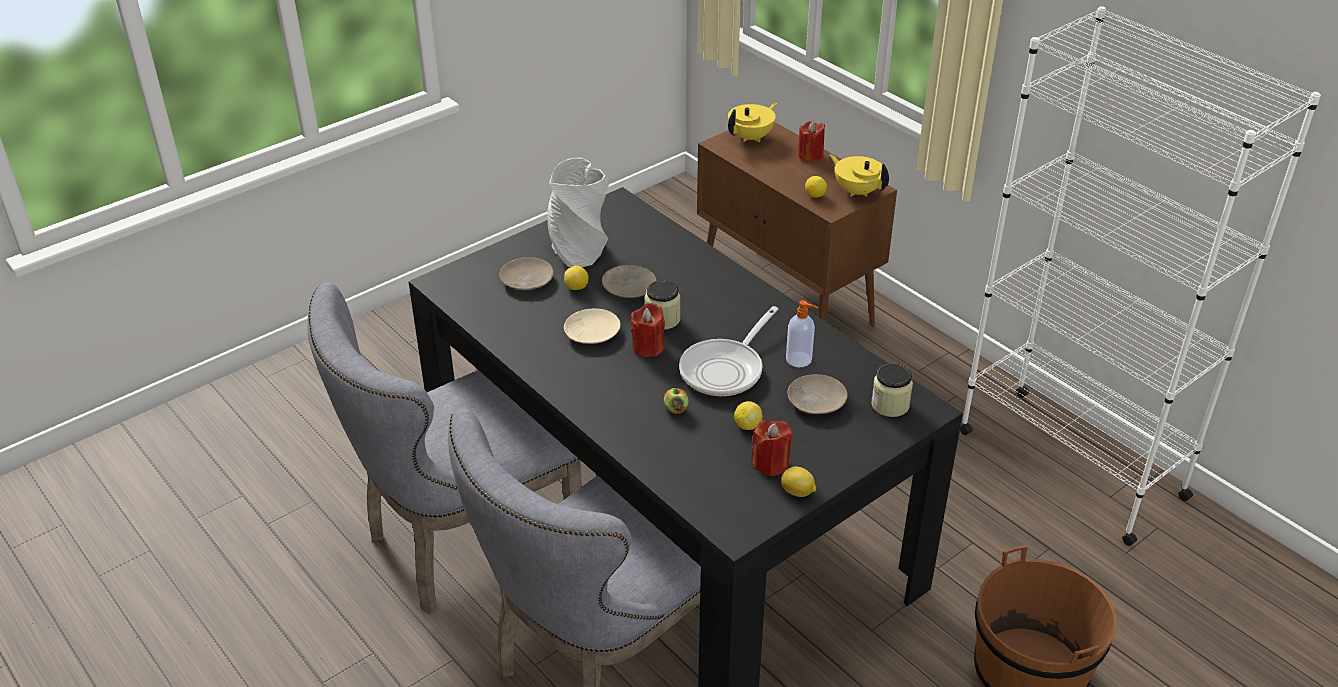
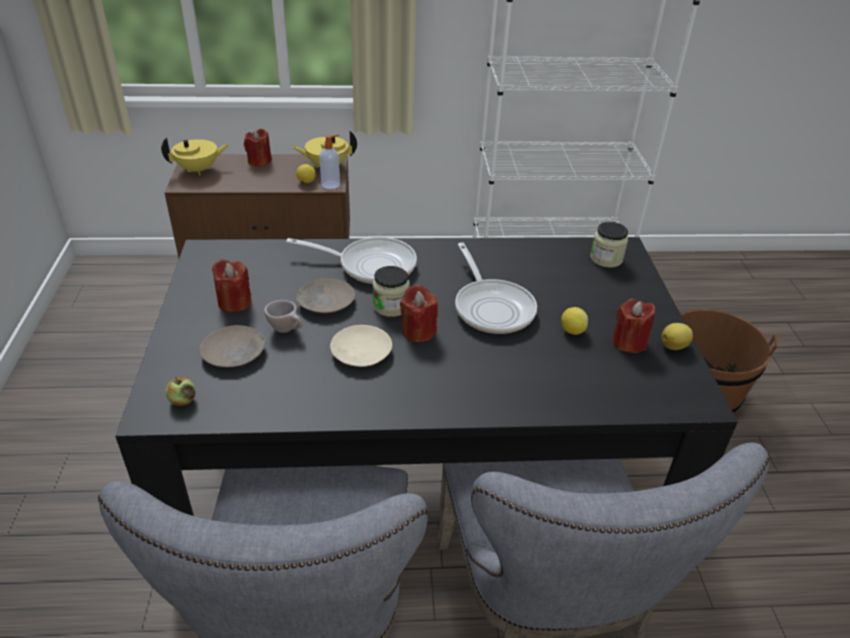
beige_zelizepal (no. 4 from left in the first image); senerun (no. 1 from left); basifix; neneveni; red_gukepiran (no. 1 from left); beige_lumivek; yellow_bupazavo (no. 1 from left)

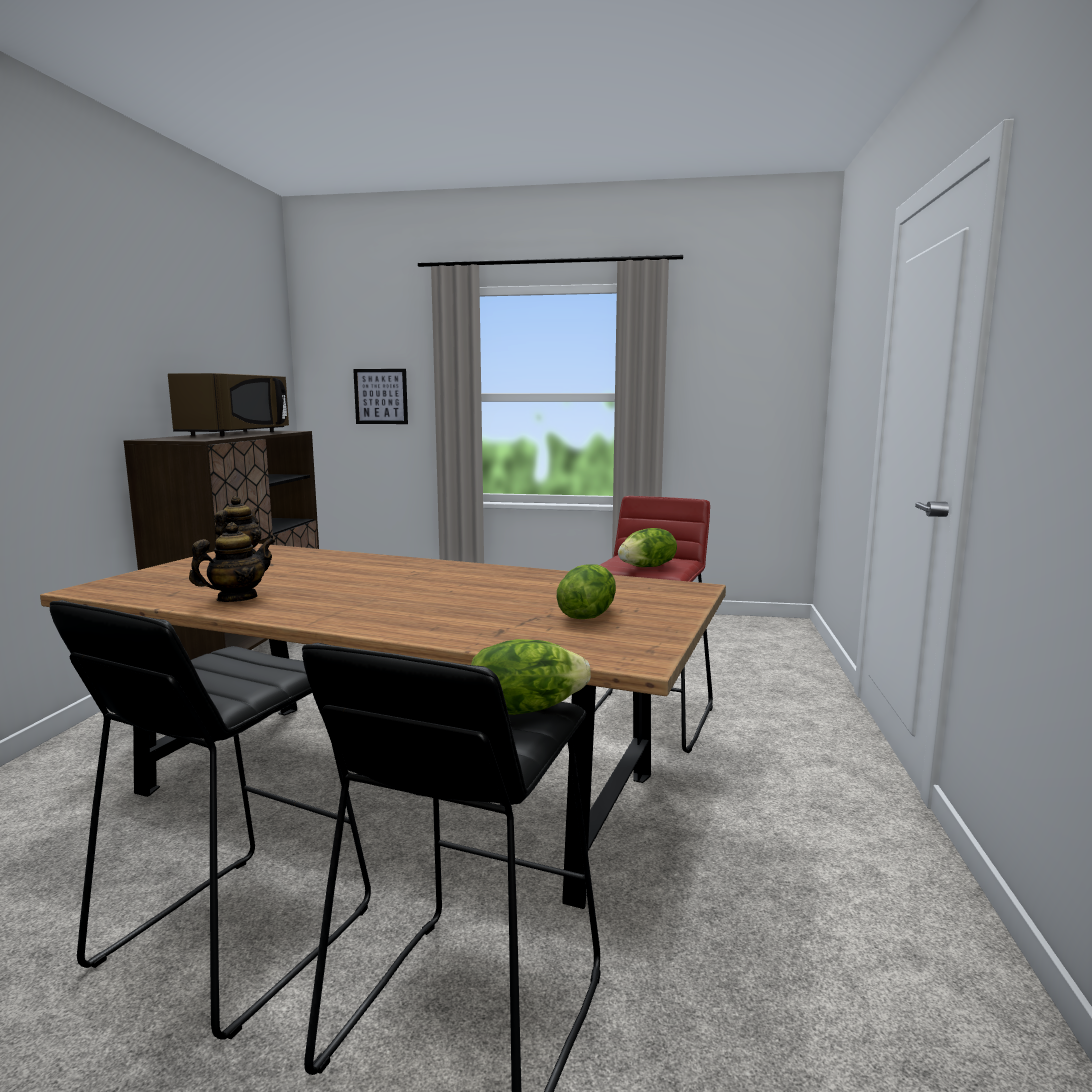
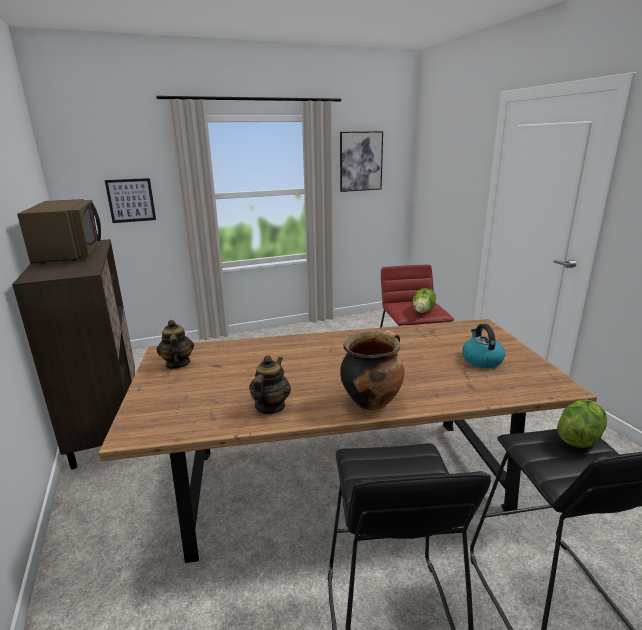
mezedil (no. 2 from left); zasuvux; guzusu

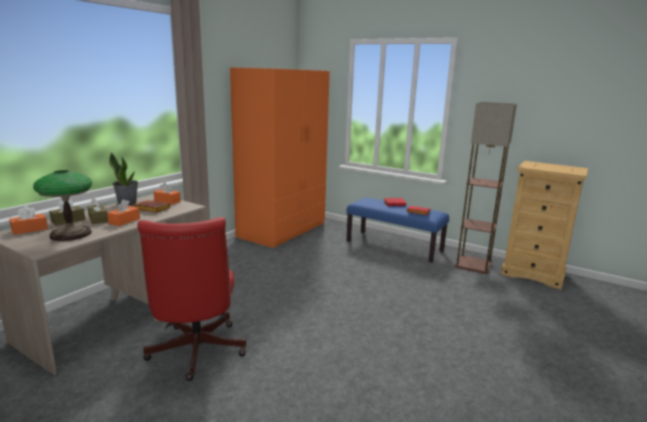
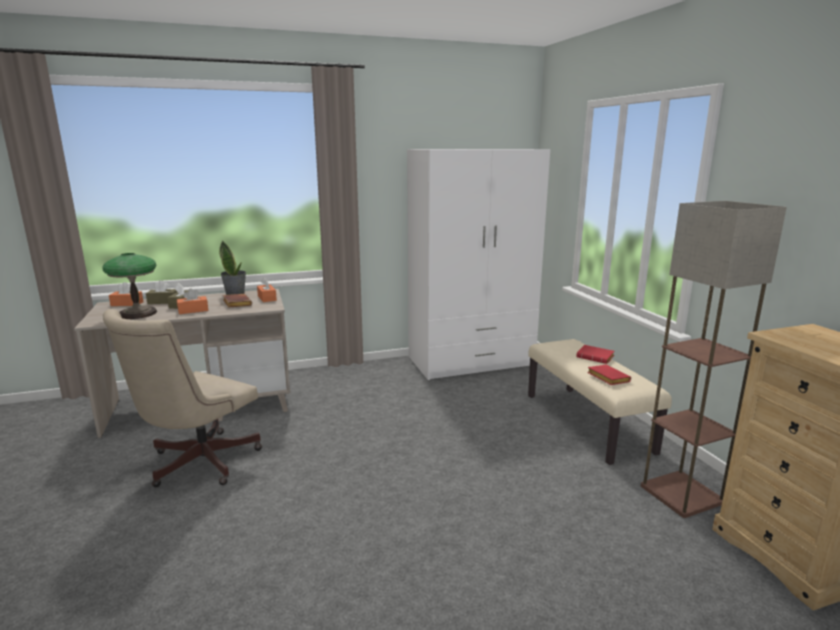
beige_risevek; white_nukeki; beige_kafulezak

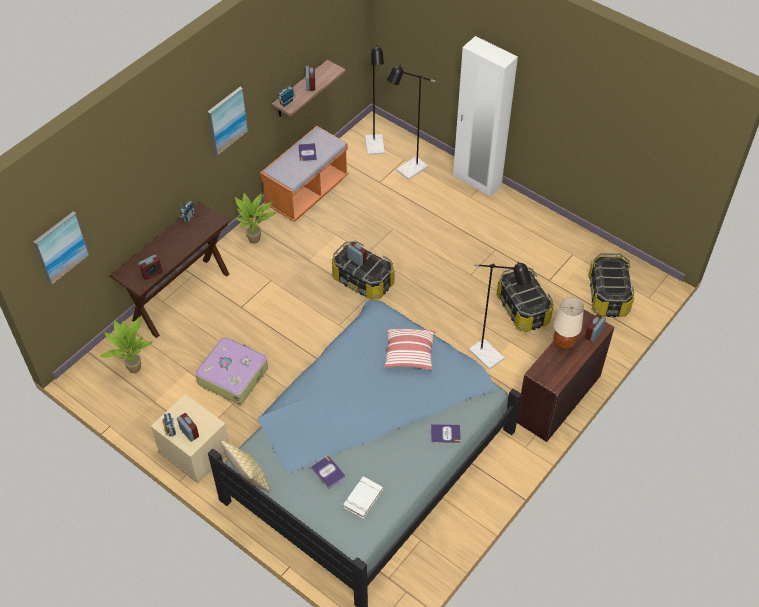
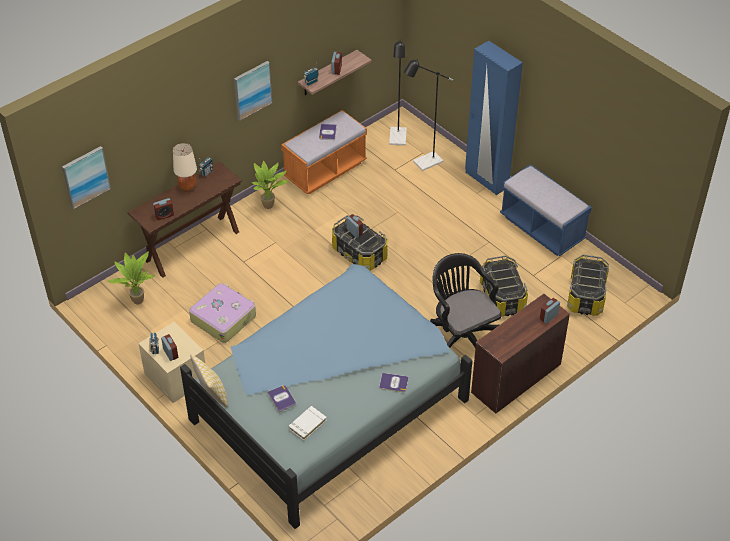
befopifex (no. 2 from left in the first image); blue_kafulezak; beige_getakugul; black_risevek; blue_nukeki

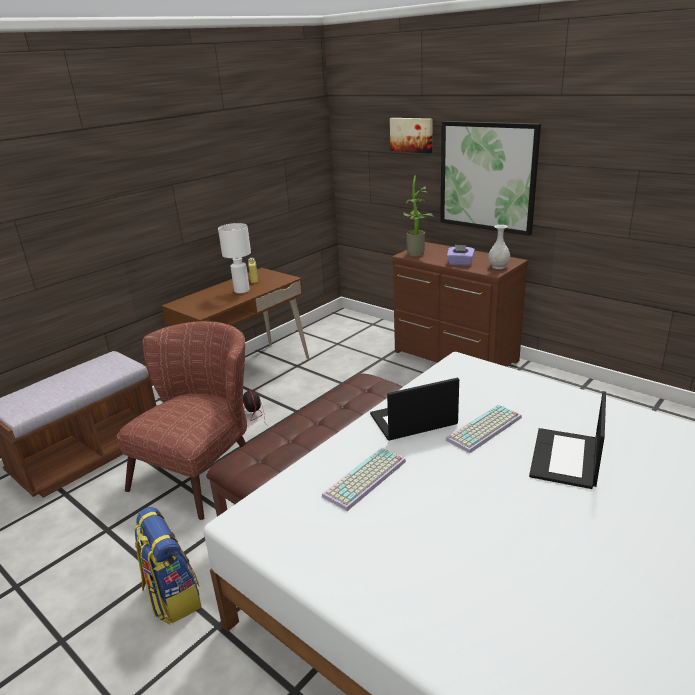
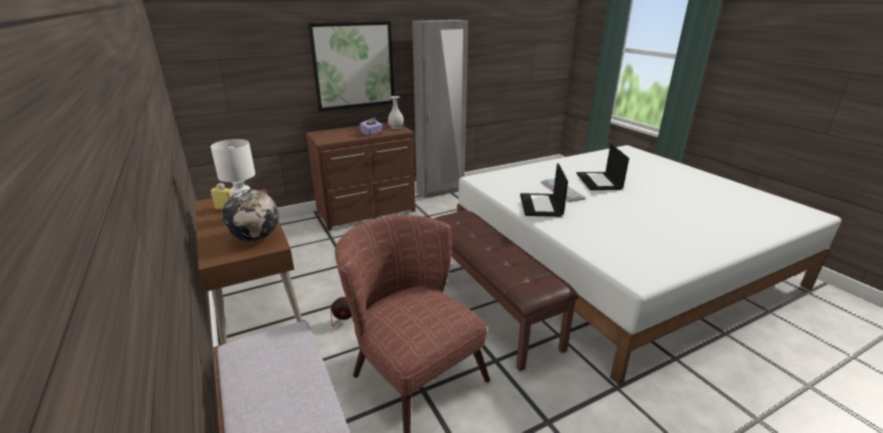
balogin; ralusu (no. 1 from left in the first image); mezedil (no. 1 from left in the first image); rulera; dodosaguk; grey_nukeki; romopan (no. 2 from left)

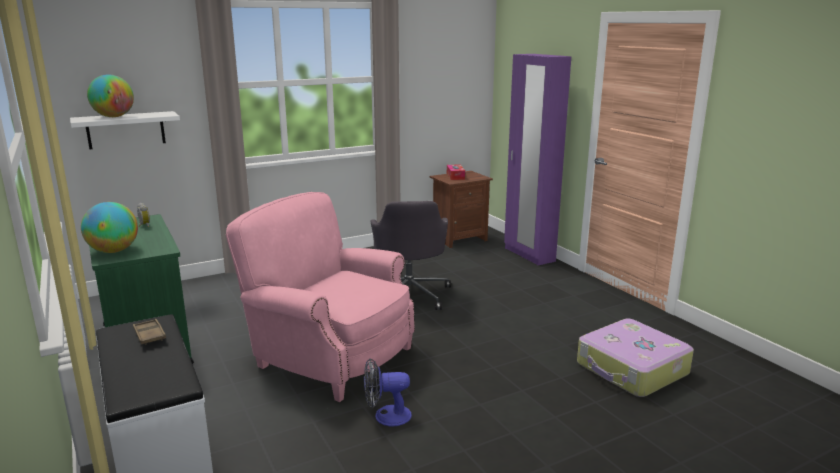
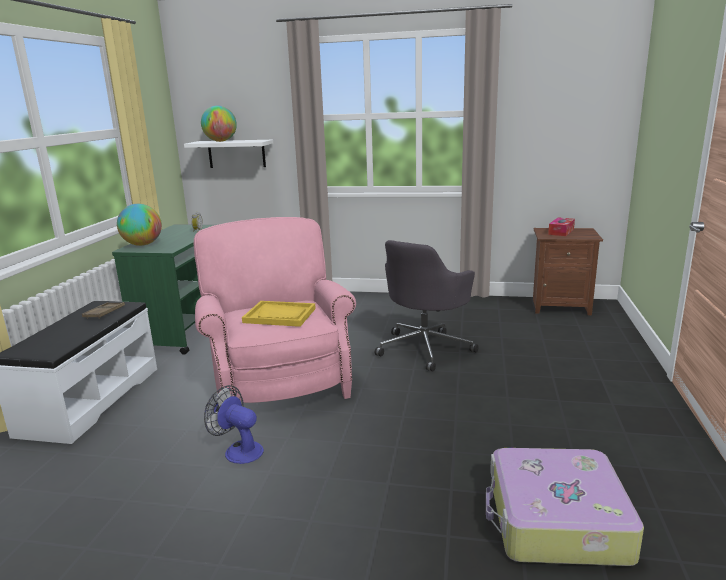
purple_nukeki; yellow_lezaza

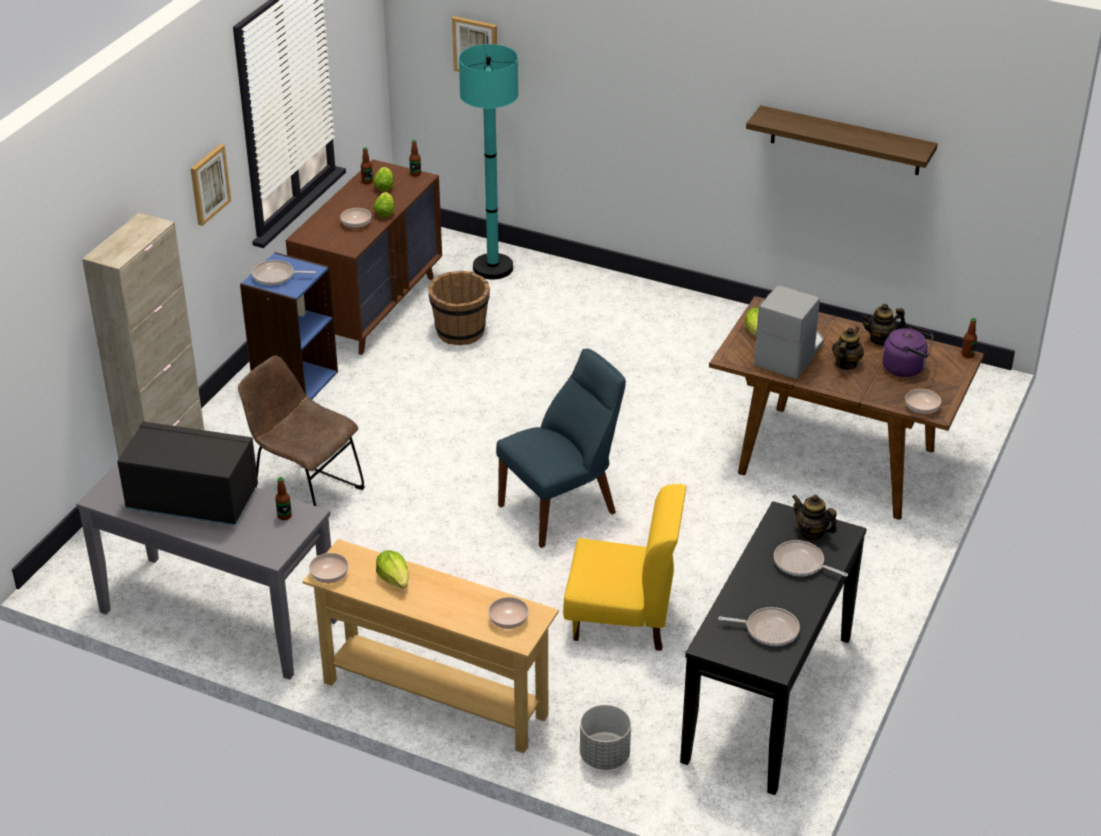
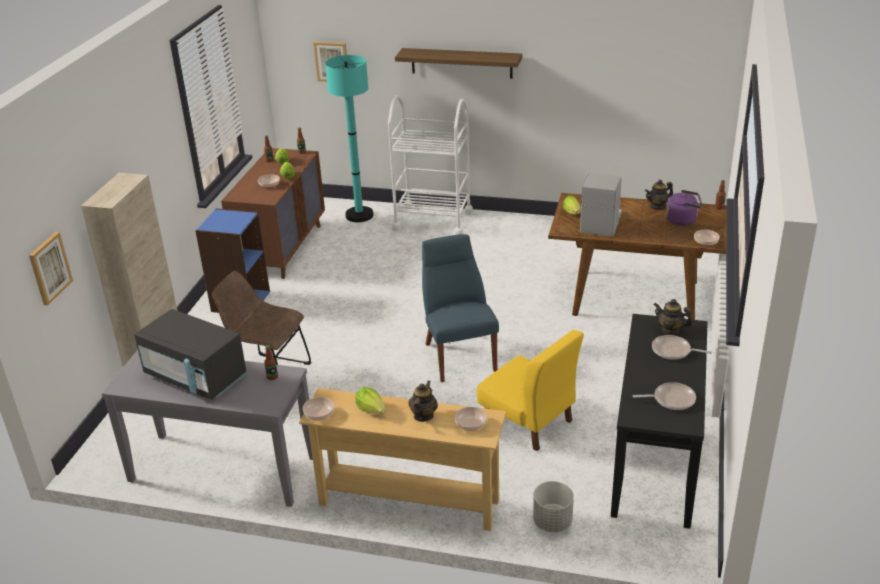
senerun (no. 1 from left in the first image); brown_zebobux; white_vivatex; mezedil (no. 1 from left); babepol; bupazavo (no. 1 from left); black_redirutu; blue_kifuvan; yellow_kifuvan

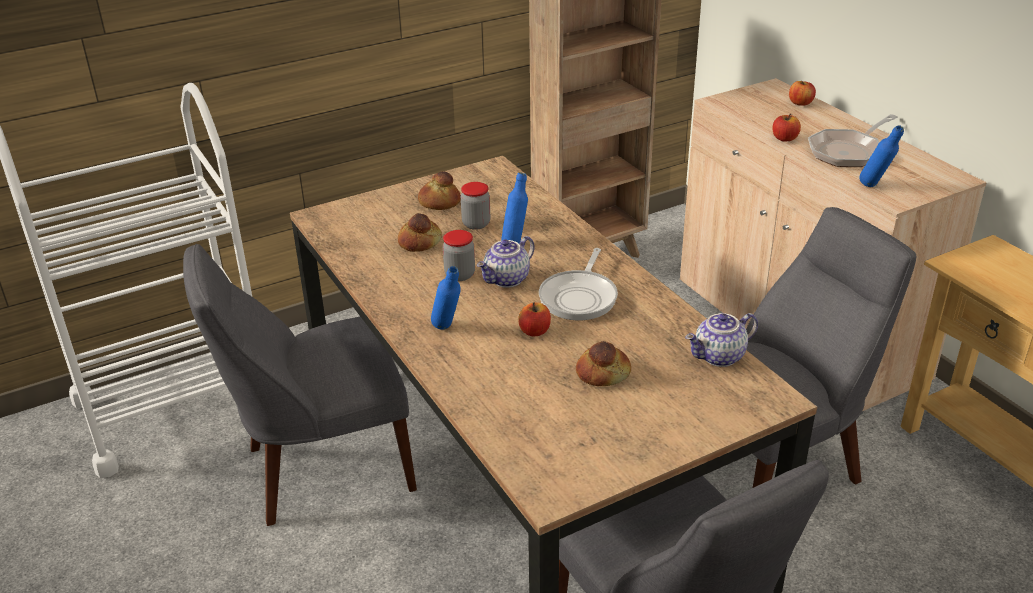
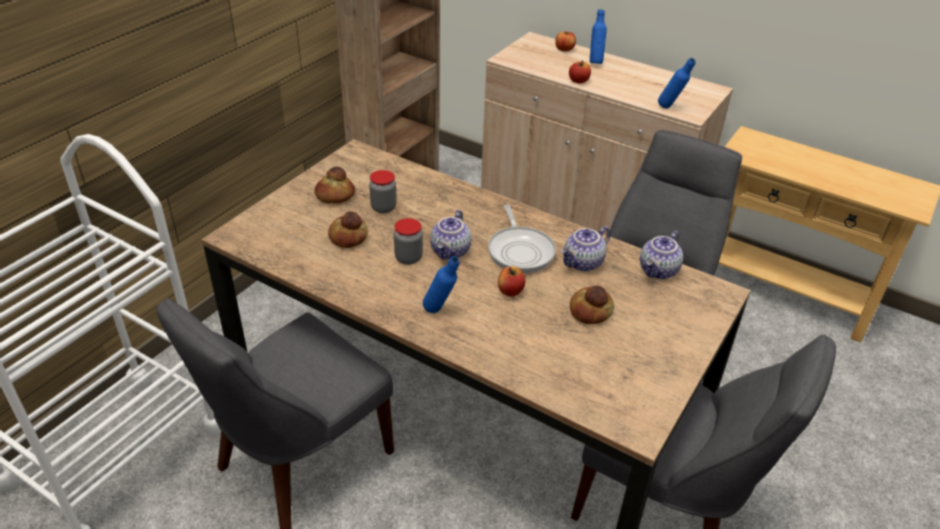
senerun (no. 2 from left in the first image); bupazavo (no. 2 from left); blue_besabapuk (no. 2 from left)

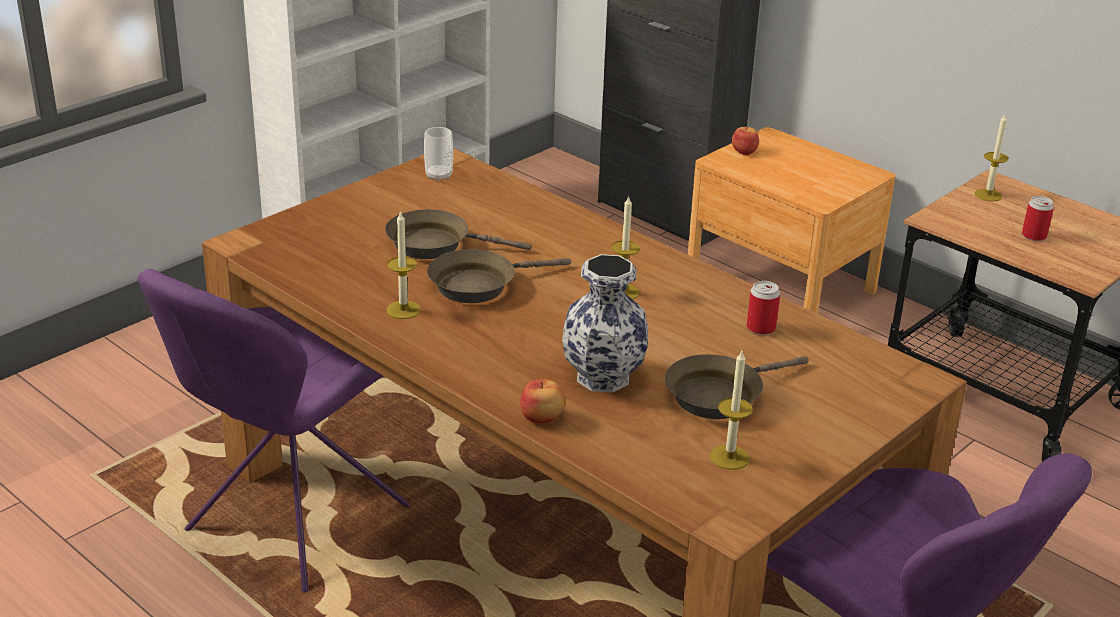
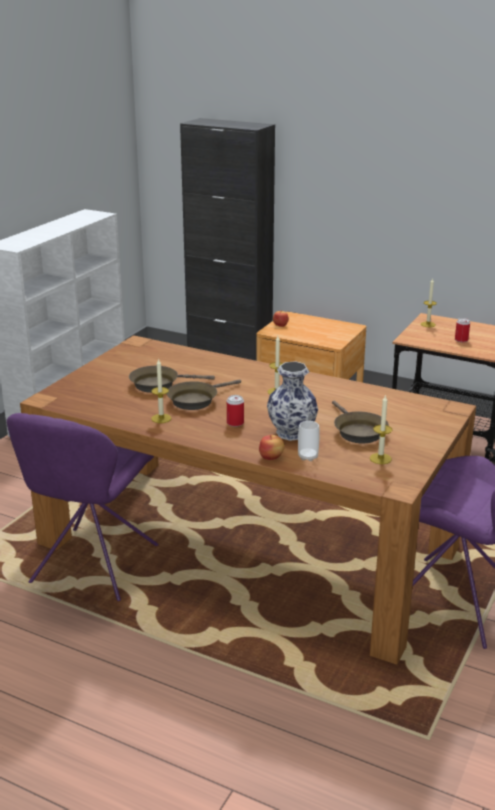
lumivek; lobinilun (no. 1 from left); brown_senerun (no. 3 from left)

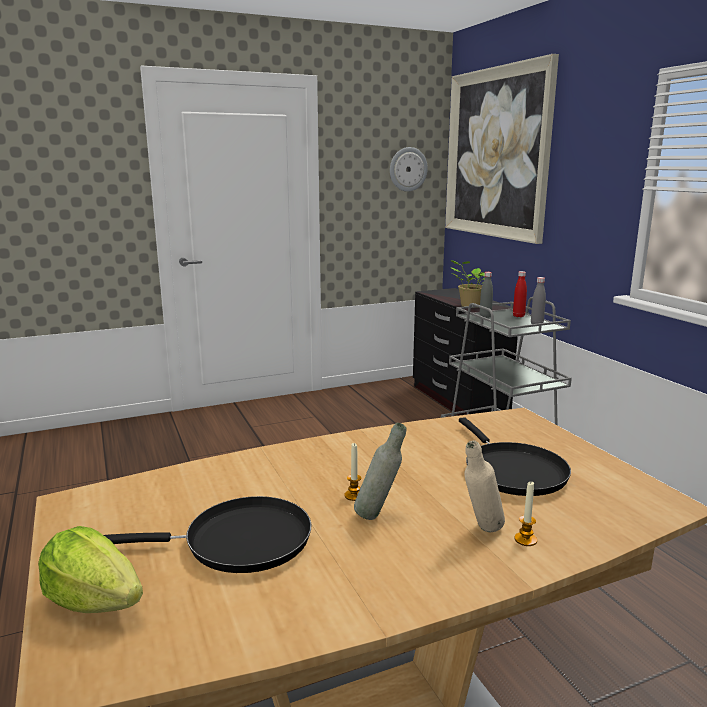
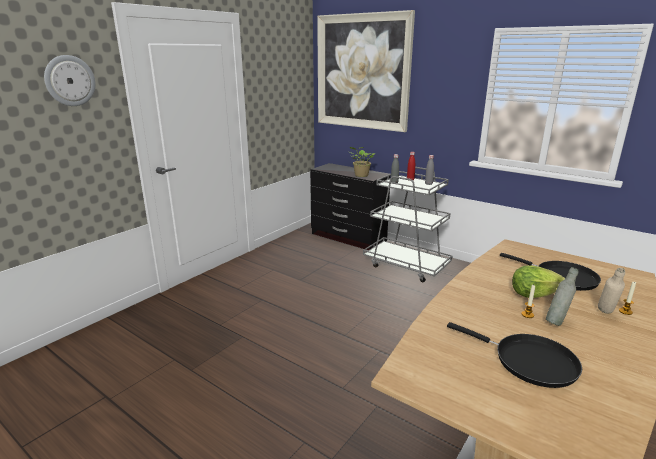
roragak; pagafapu; black_senerun (no. 1 from left)

